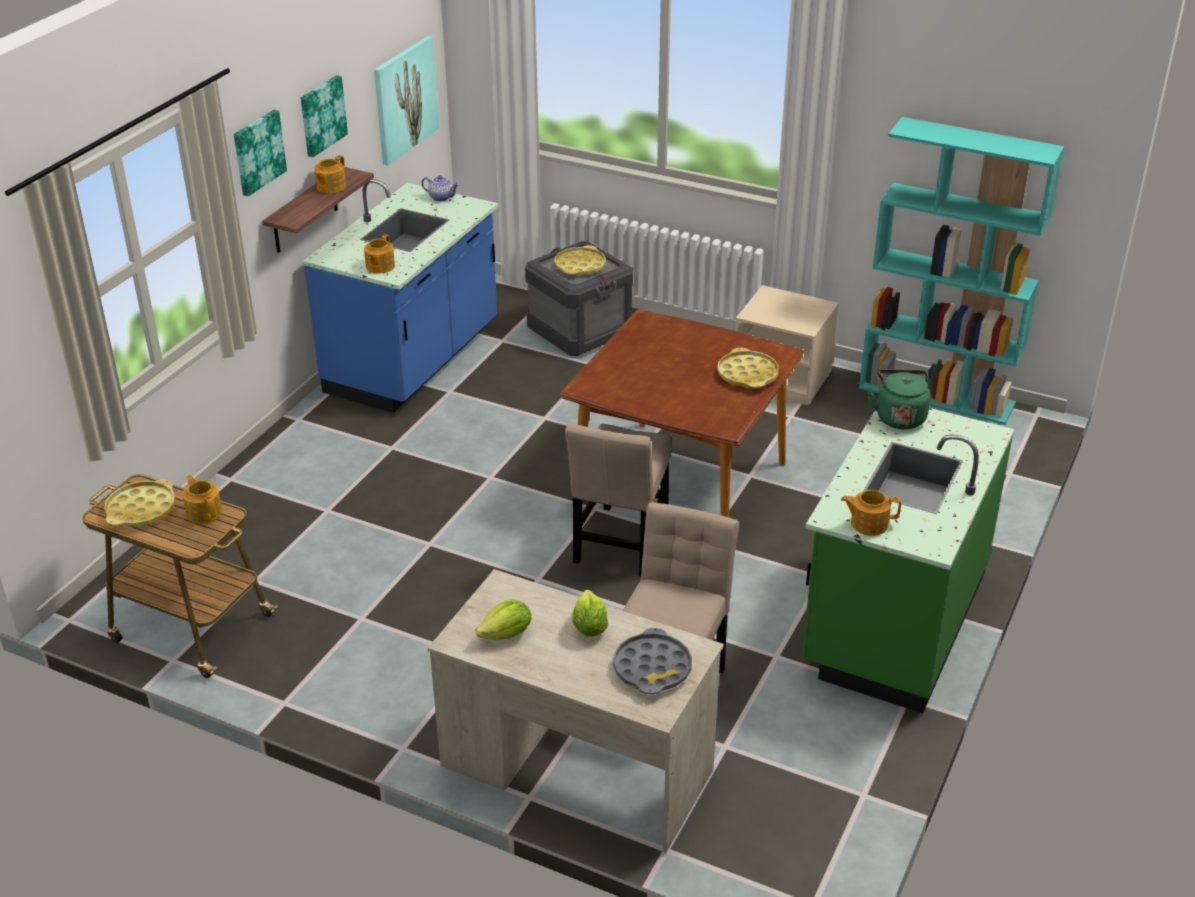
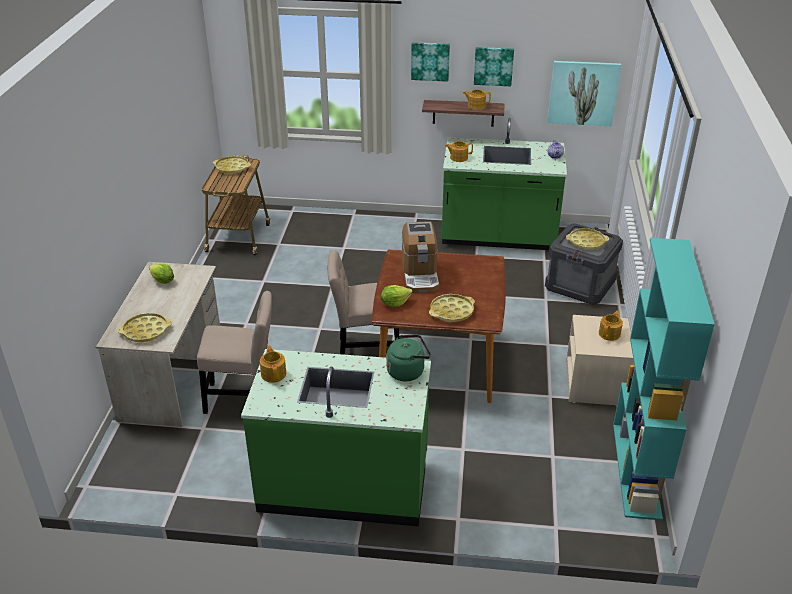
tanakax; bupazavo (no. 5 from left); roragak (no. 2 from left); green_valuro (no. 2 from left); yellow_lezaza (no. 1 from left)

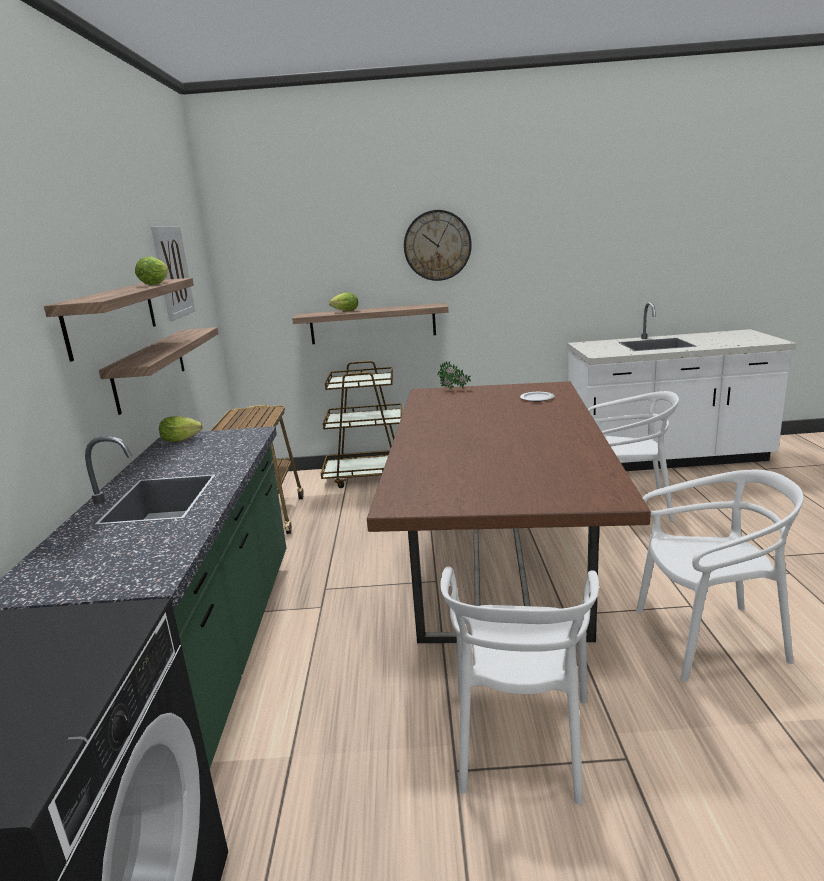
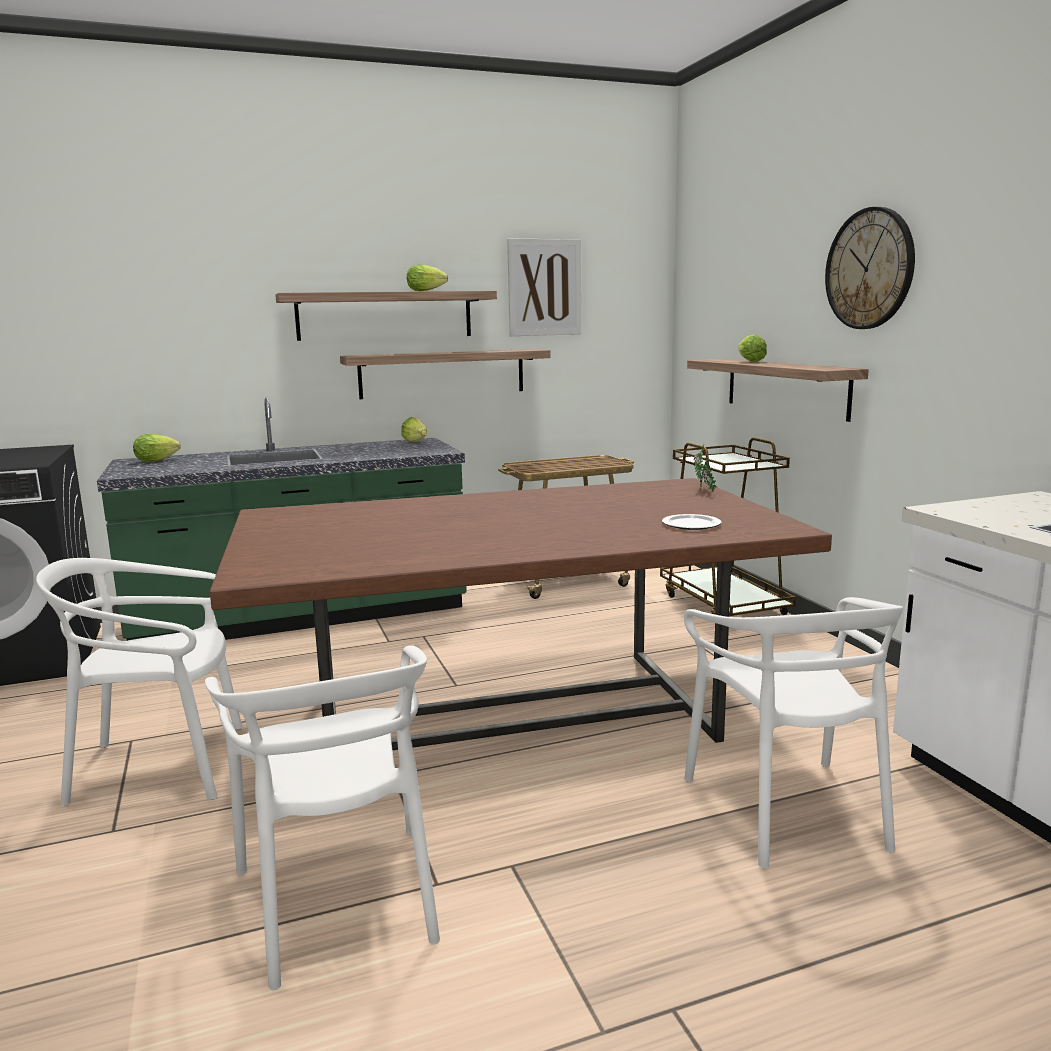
roragak (no. 1 from left)

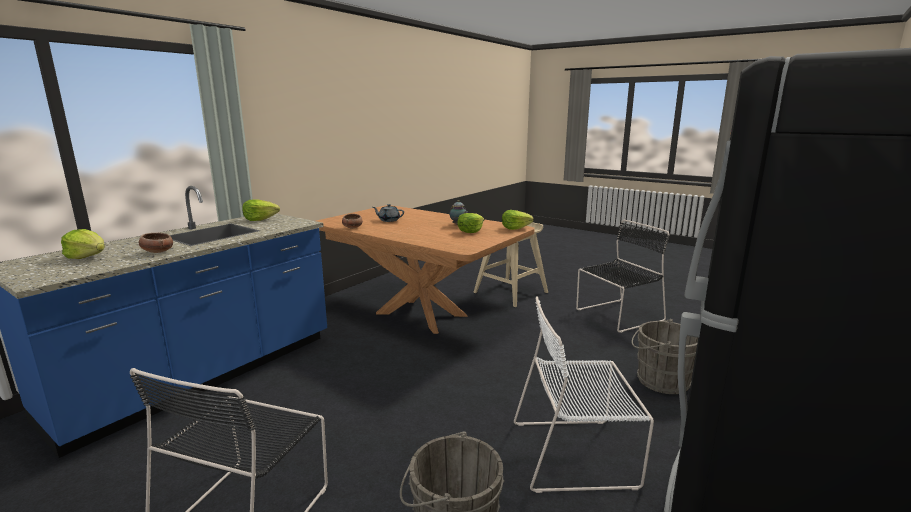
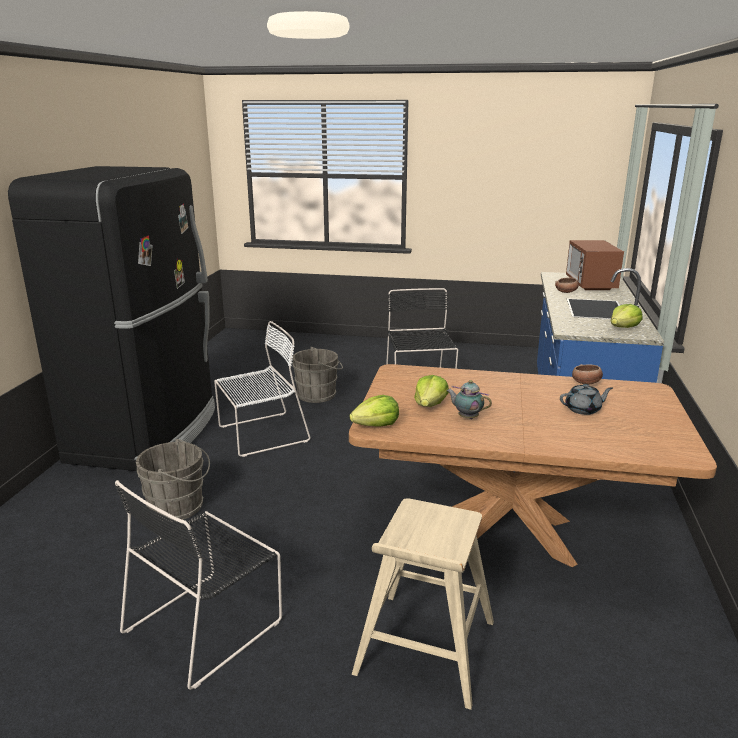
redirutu

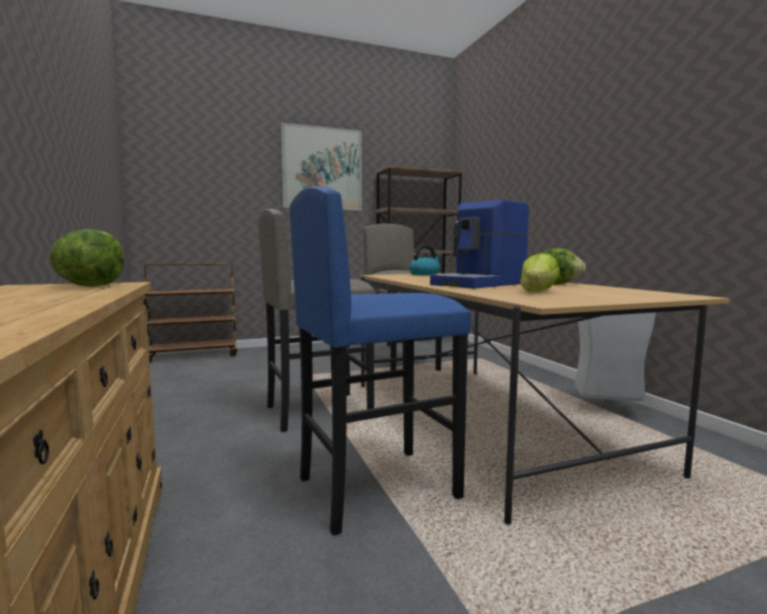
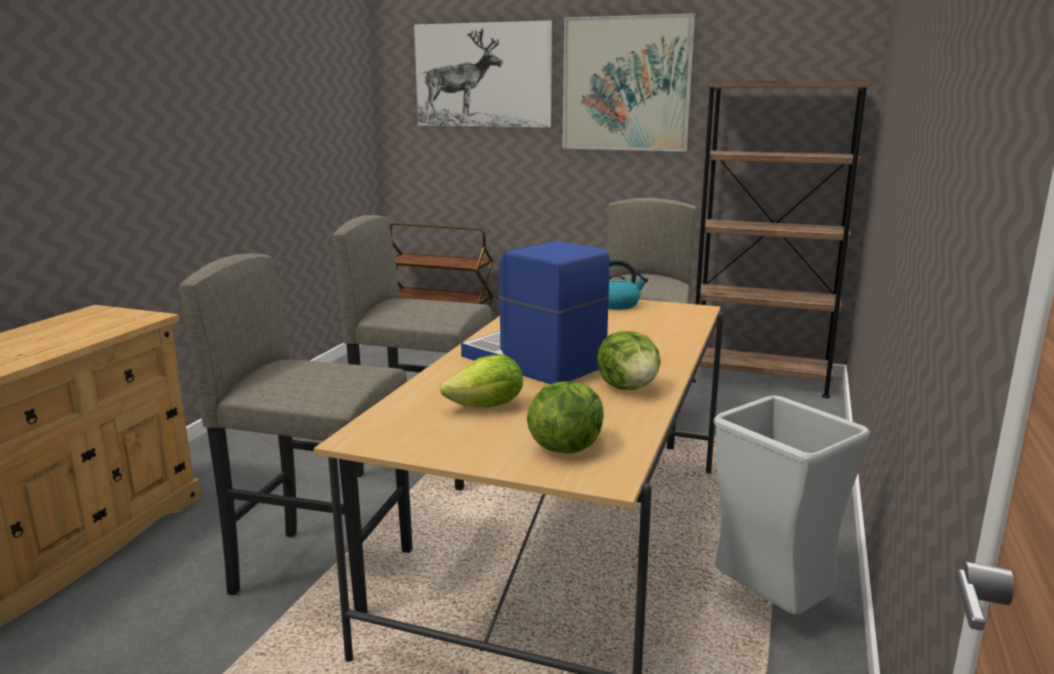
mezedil (no. 1 from left); roragak (no. 2 from left); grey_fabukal (no. 1 from left); tanakax

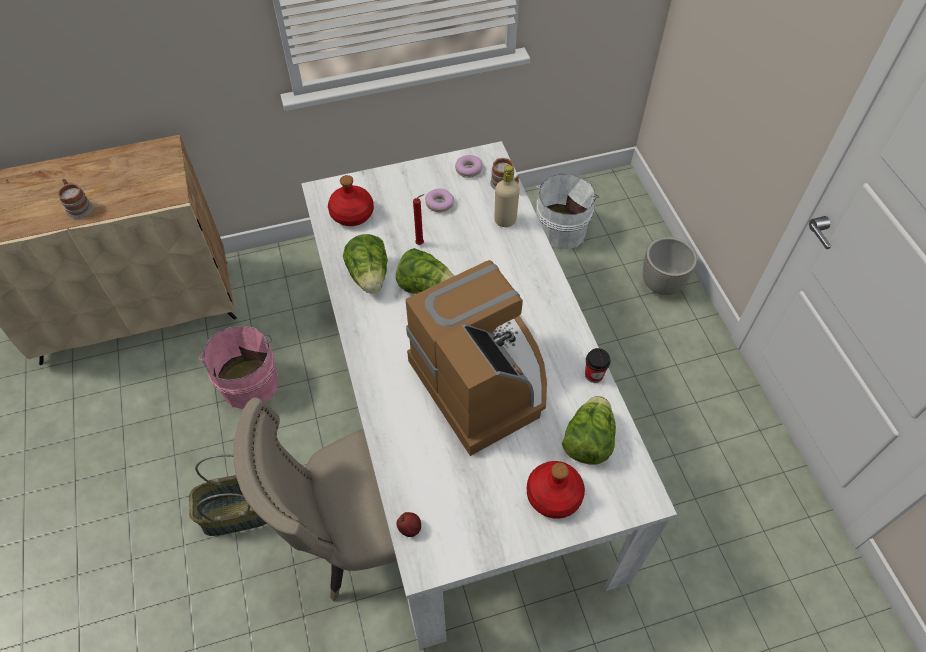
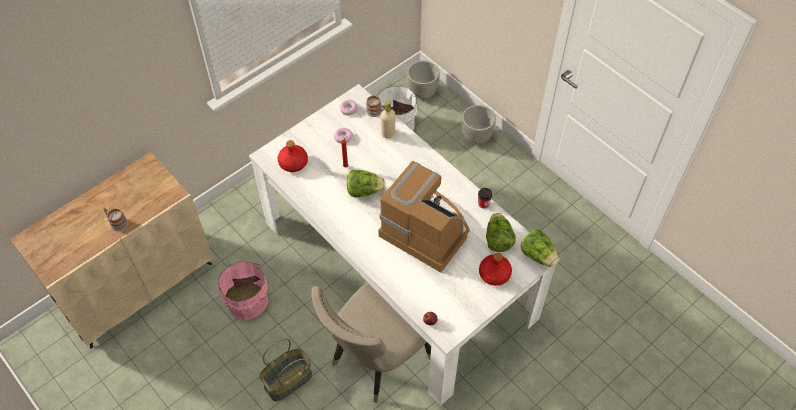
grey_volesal (no. 1 from left); roragak (no. 3 from left)

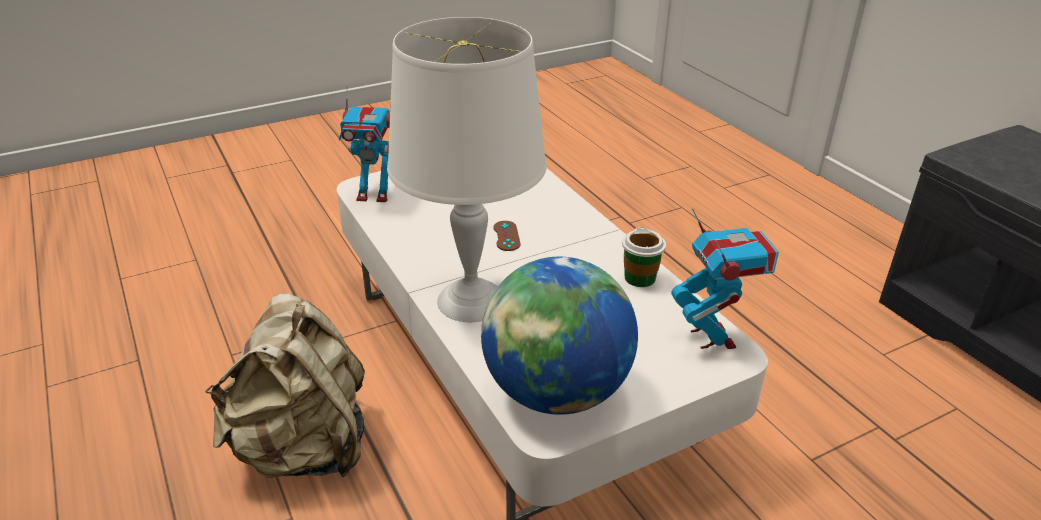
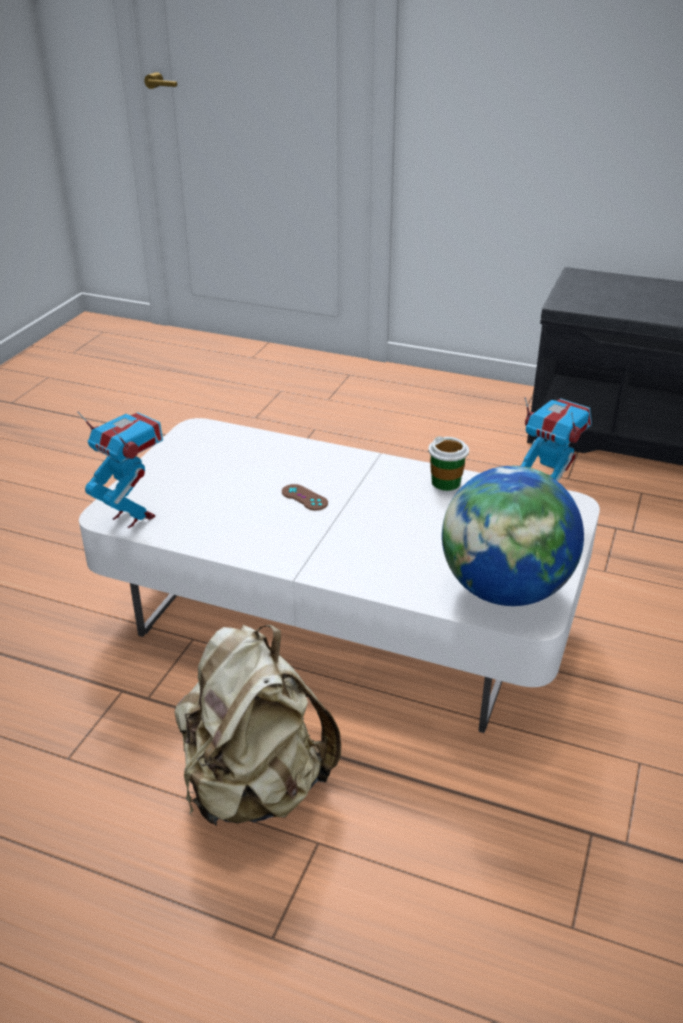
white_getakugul; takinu (no. 1 from left)

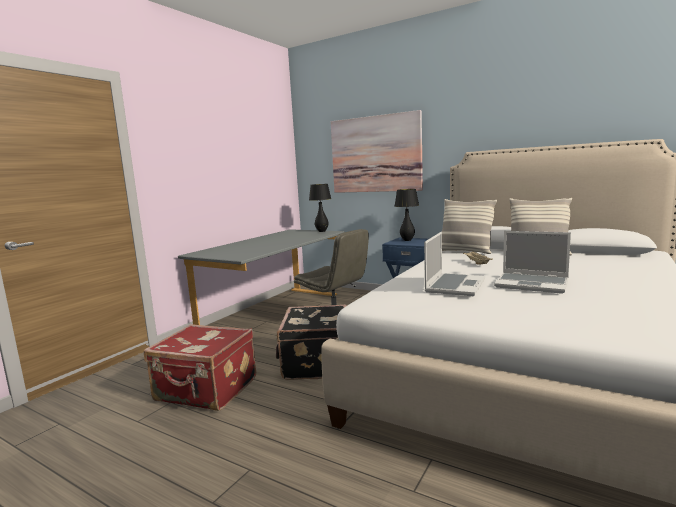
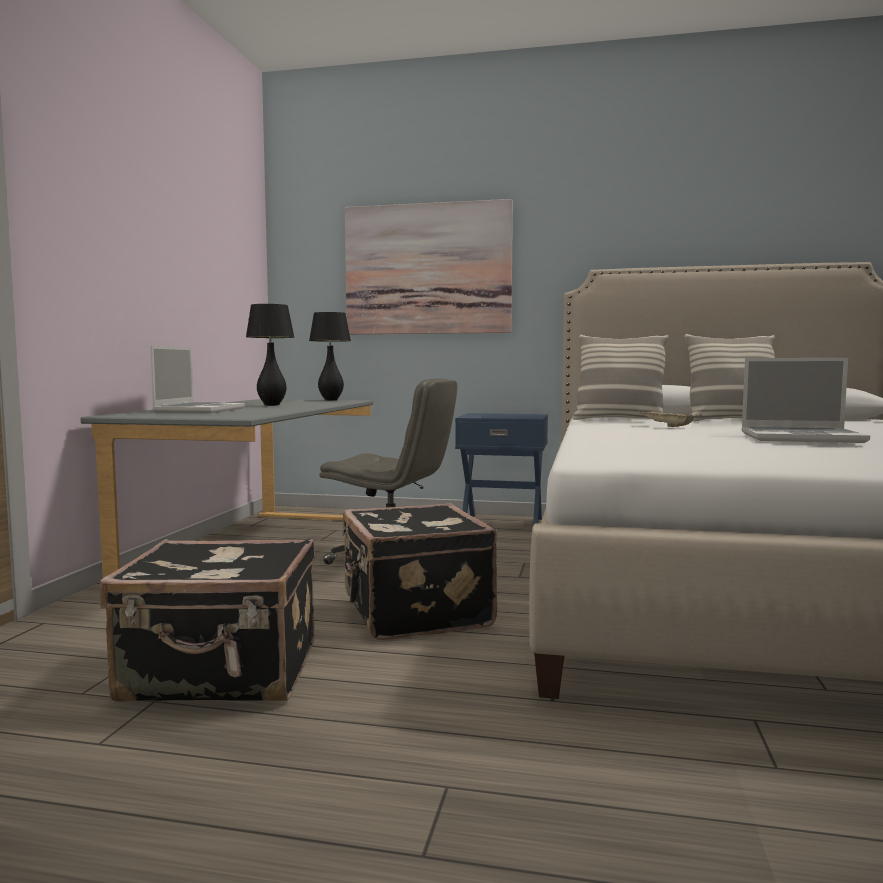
black_getakugul (no. 1 from left); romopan (no. 1 from left); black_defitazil (no. 1 from left)

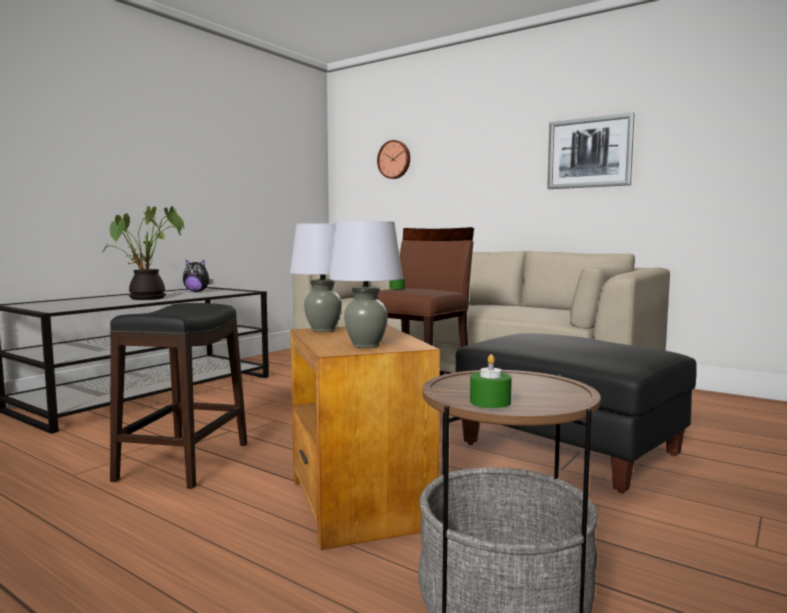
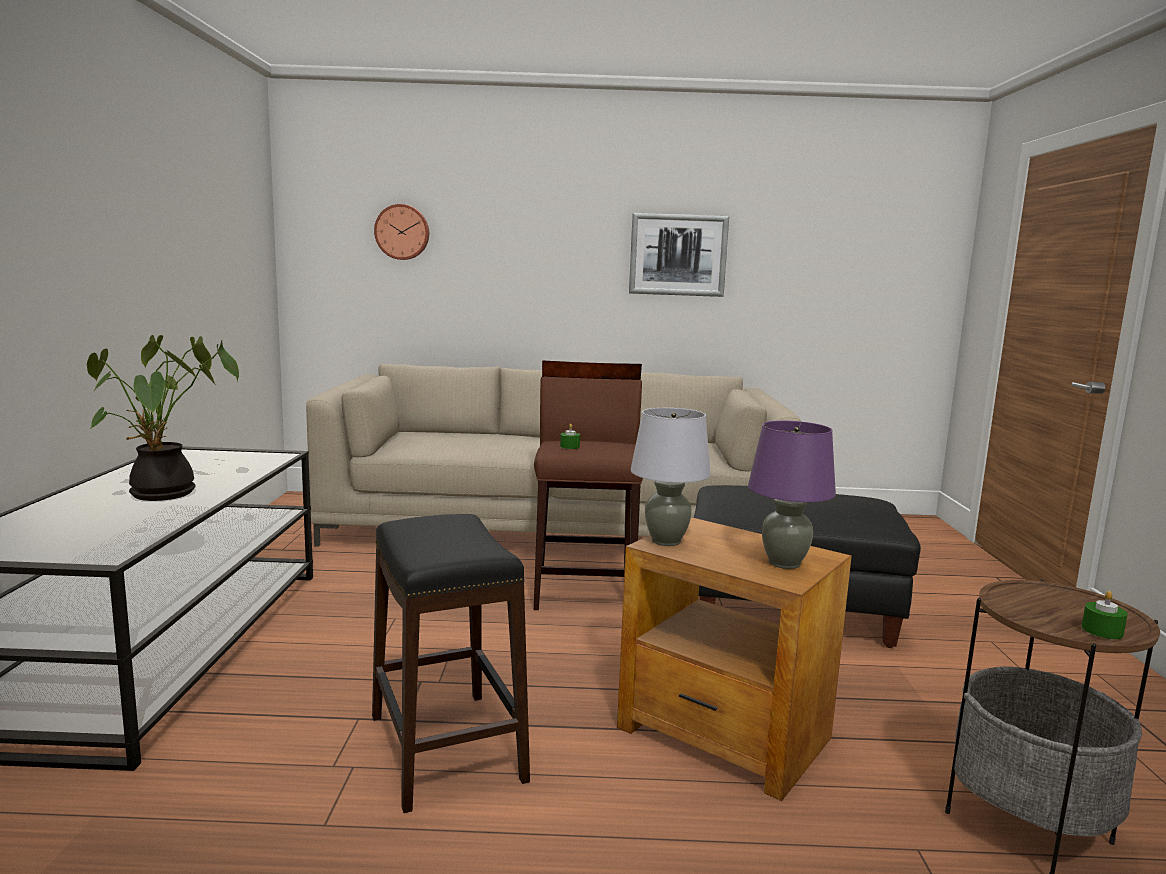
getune; purple_getakugul

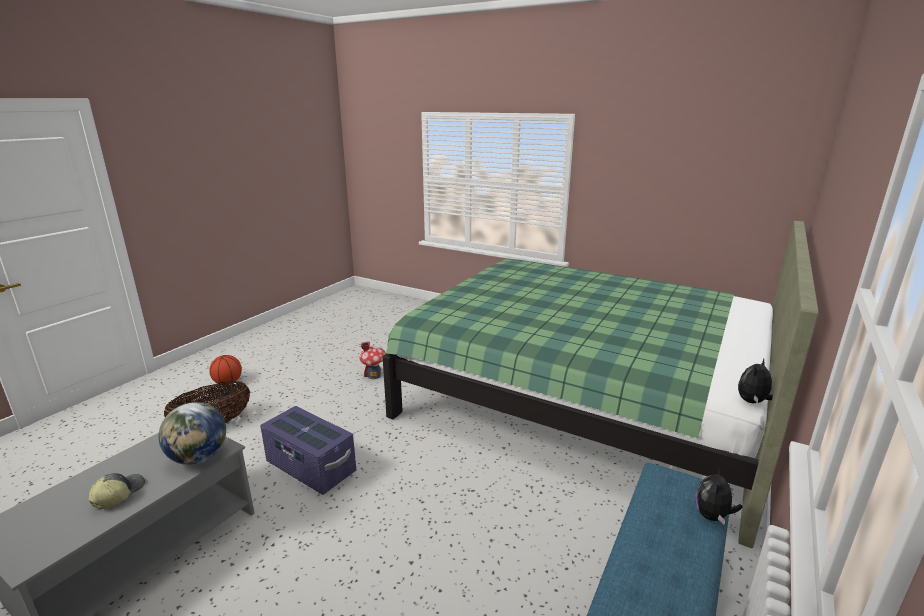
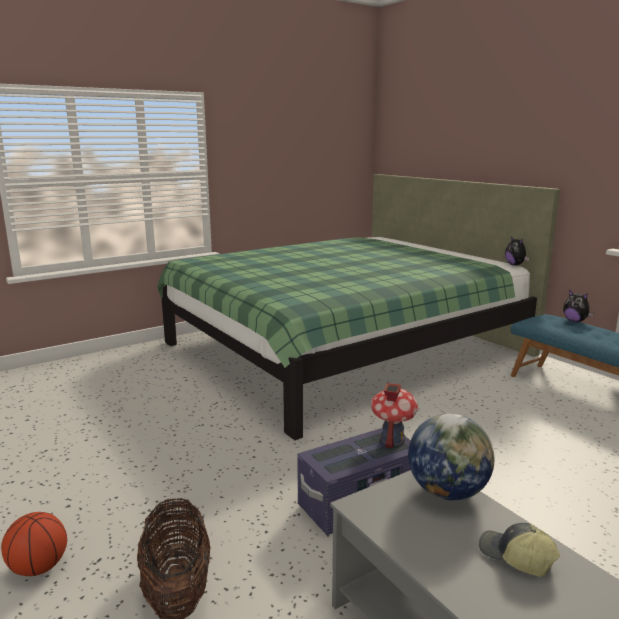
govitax

